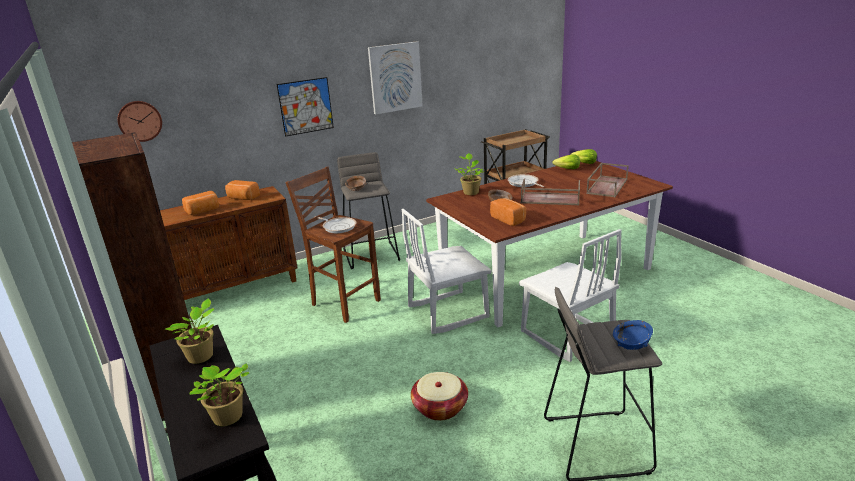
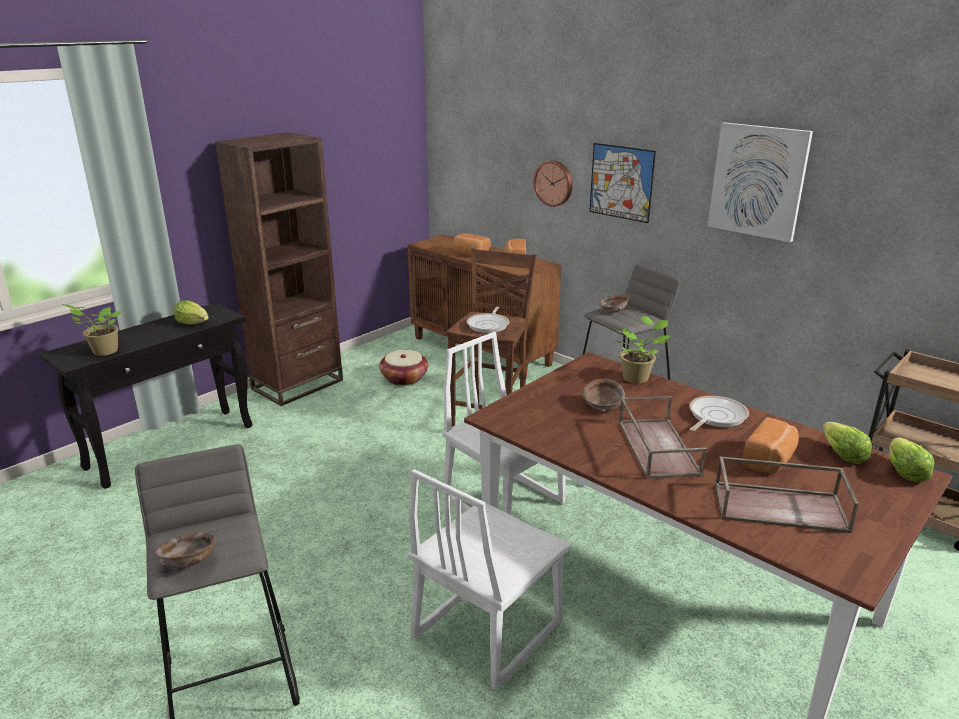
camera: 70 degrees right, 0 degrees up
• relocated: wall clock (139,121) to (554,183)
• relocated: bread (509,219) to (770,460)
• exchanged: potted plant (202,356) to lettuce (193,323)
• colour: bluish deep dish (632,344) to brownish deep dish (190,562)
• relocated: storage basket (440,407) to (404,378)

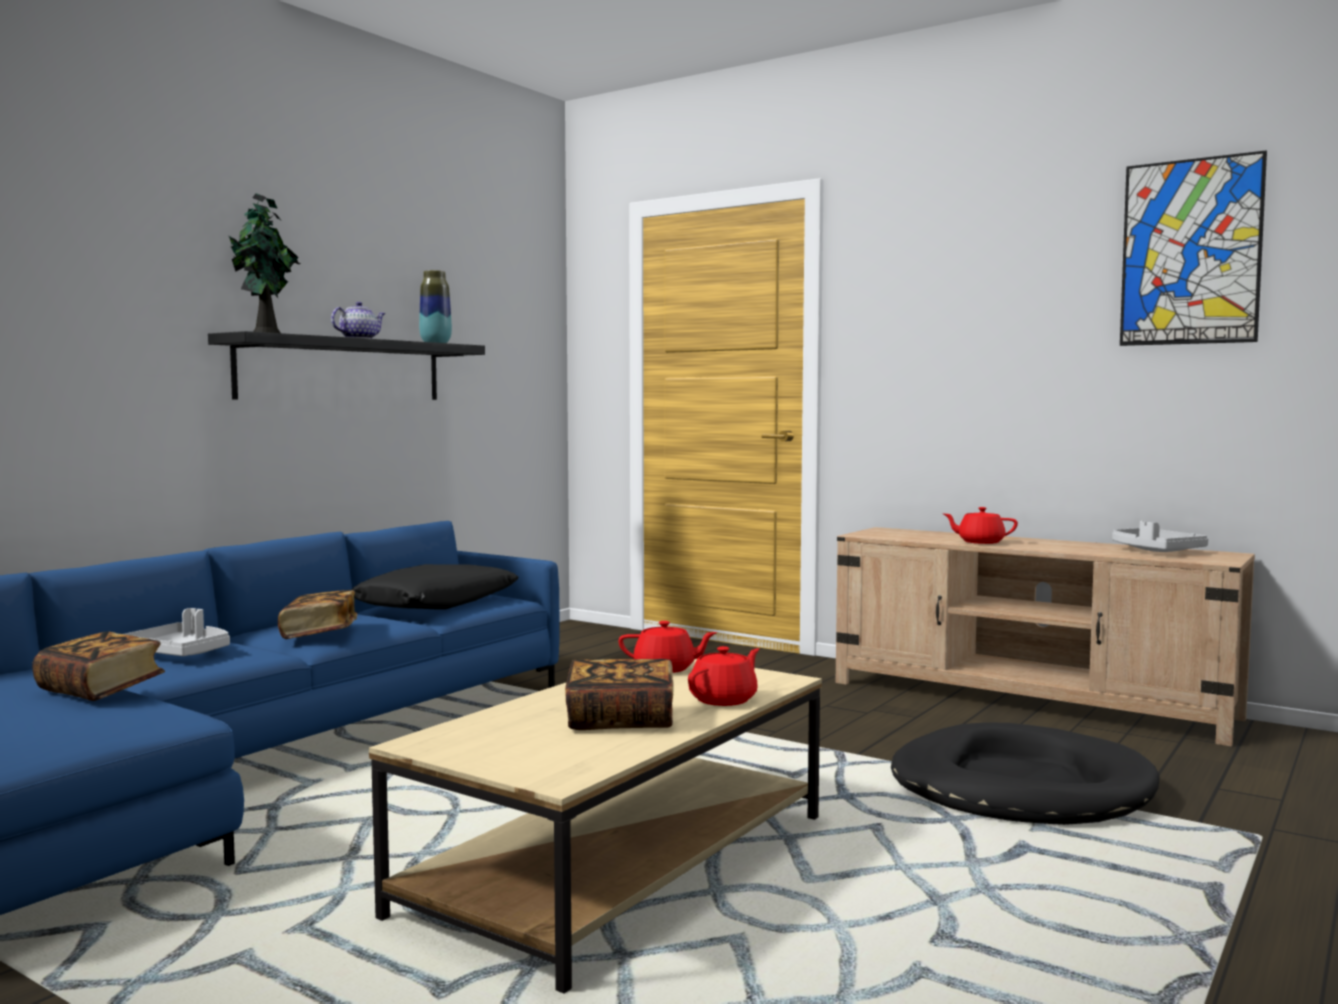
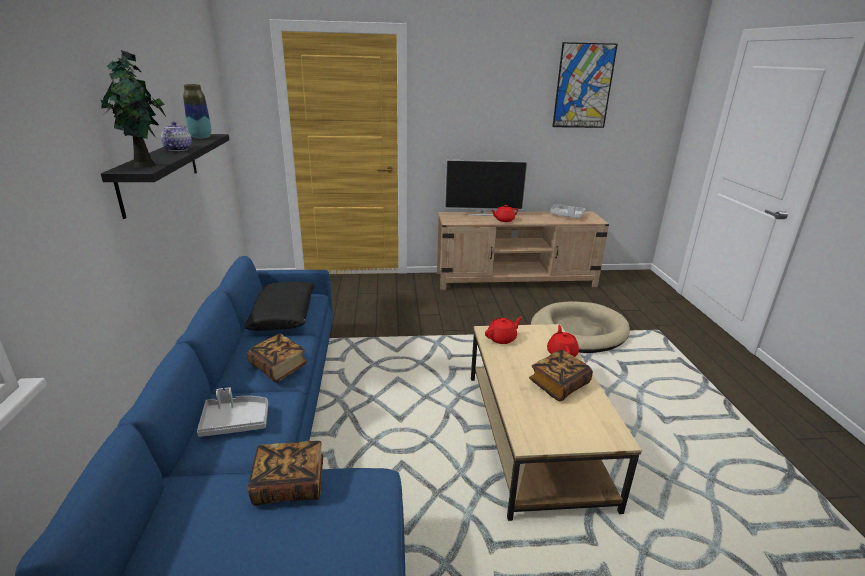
camera: 40 degrees left, 20 degrees up
• colour: blackish dog bed (1020,787) to beige-coloured dog bed (578,331)
• appeared: TV (482,214)

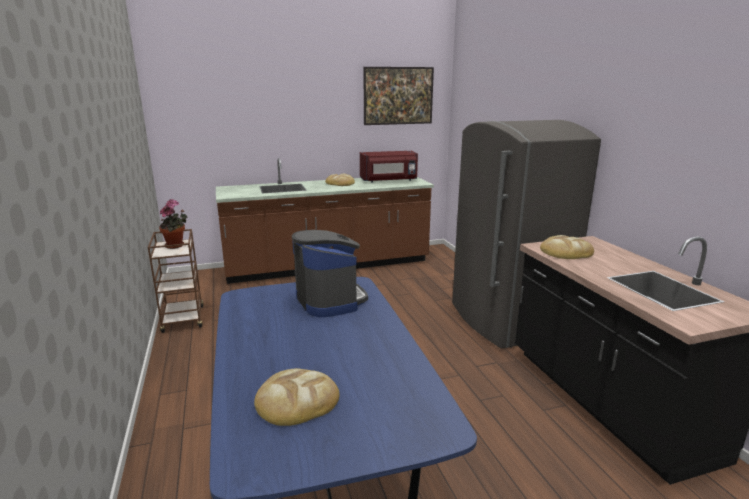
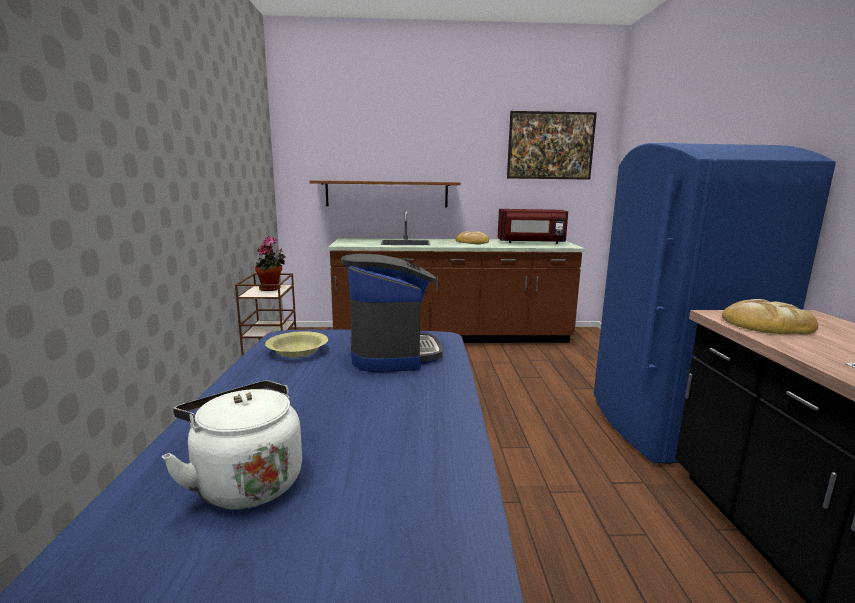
camera: 15 degrees right, 5 degrees down
• colour: grey kitchen fridge (505,321) to bluish kitchen fridge (667,427)
• exchanged: bread (296,401) to whitish tea kettle (246,481)
• appeared: brownish shelf (387,194)
• appeared: yellowish deep dish (297,352)

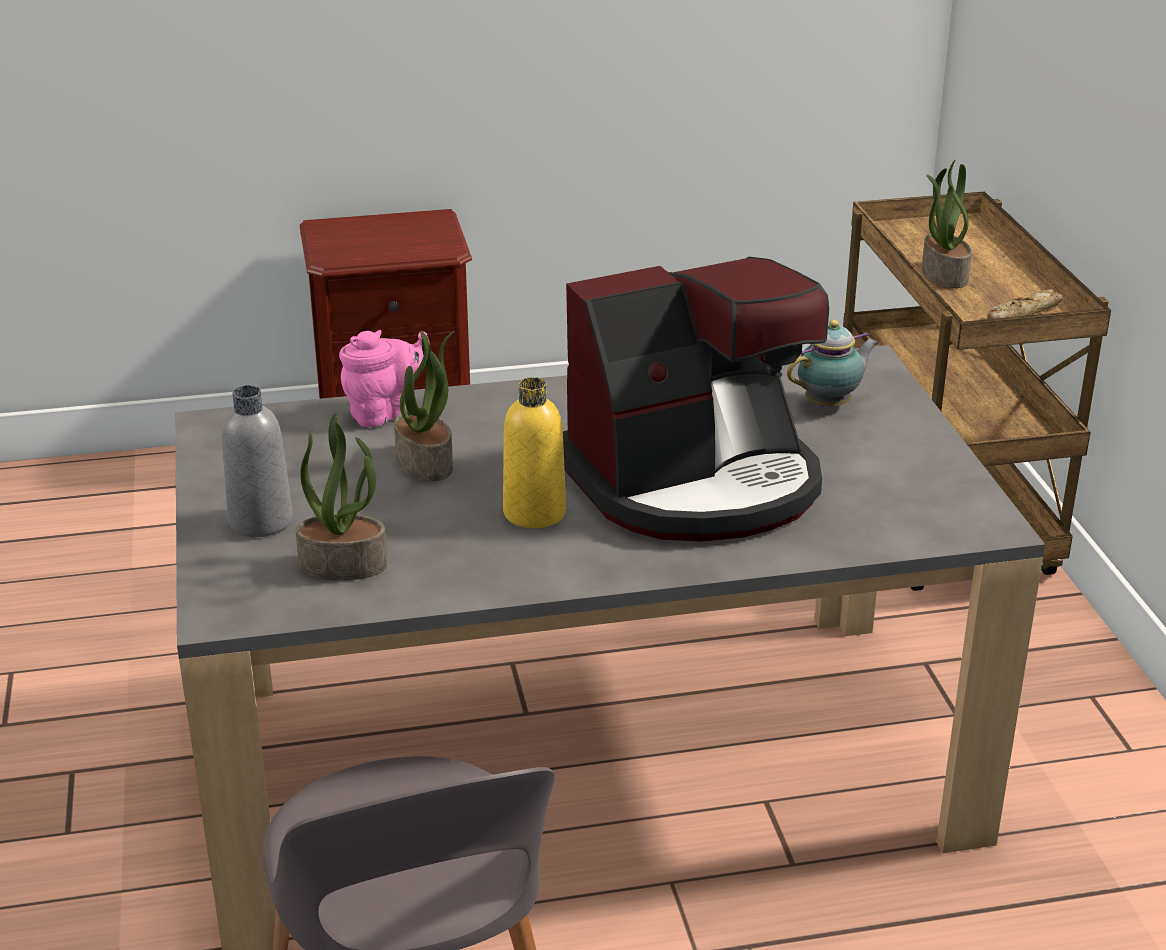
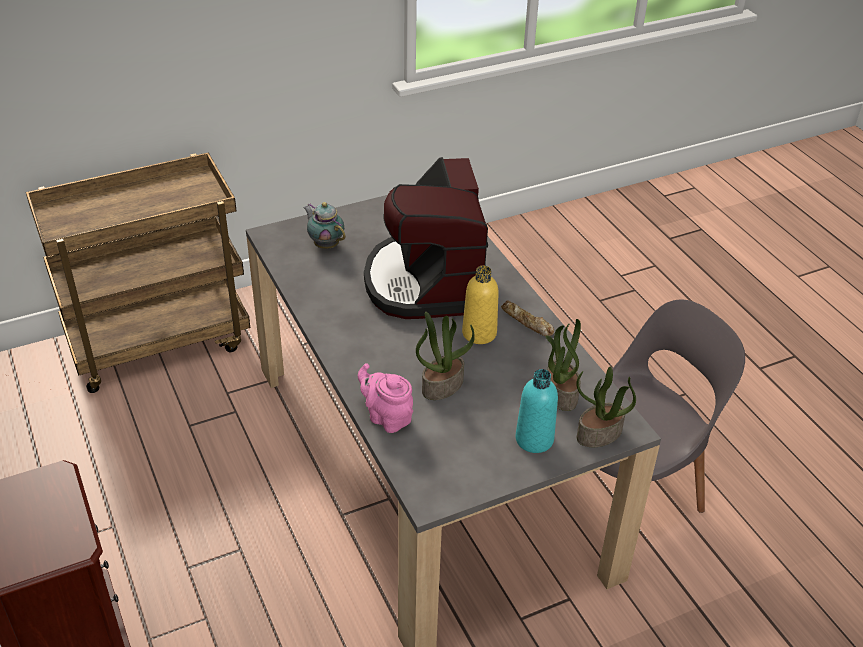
camera: 105 degrees left, 10 degrees up
• relocated: potted plant (943,274) to (599,434)
• spun: coffee maker (695,482) = (426,282) 150 degrees counterclockwise
• relocated: bread (1022,313) to (527,322)
• colour: grey drink bottle (261,521) to blue-green drink bottle (534,439)

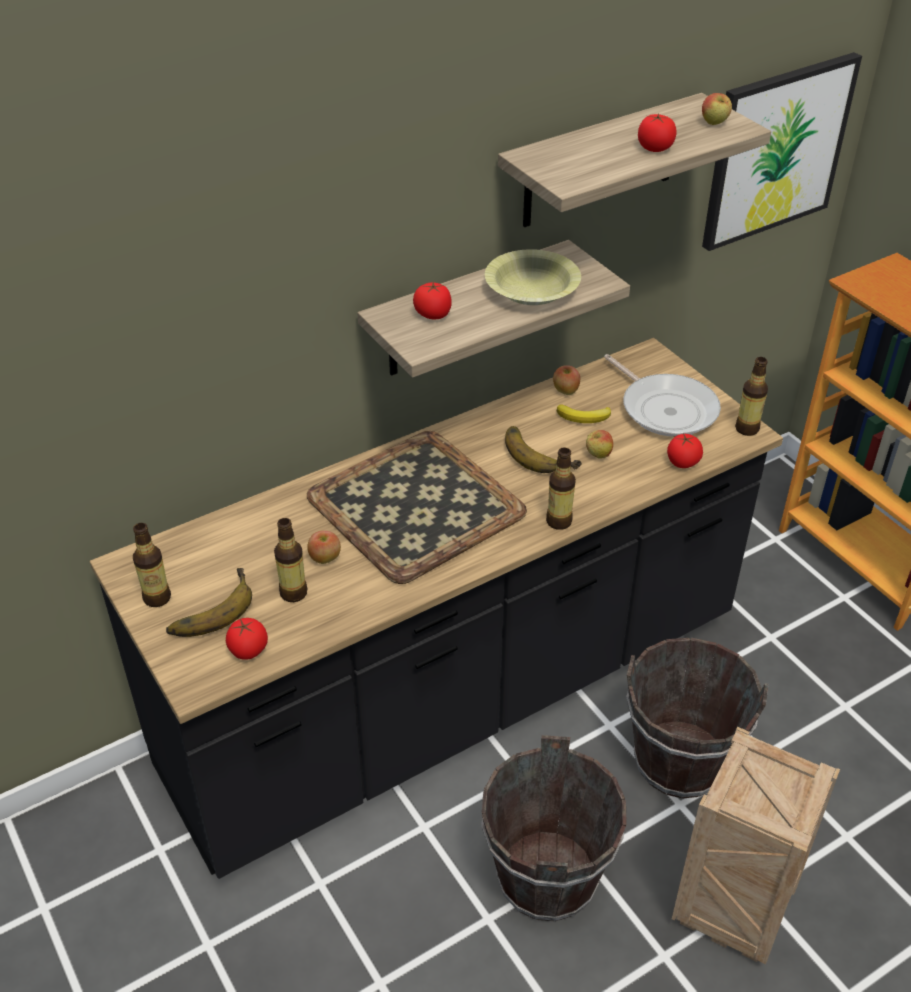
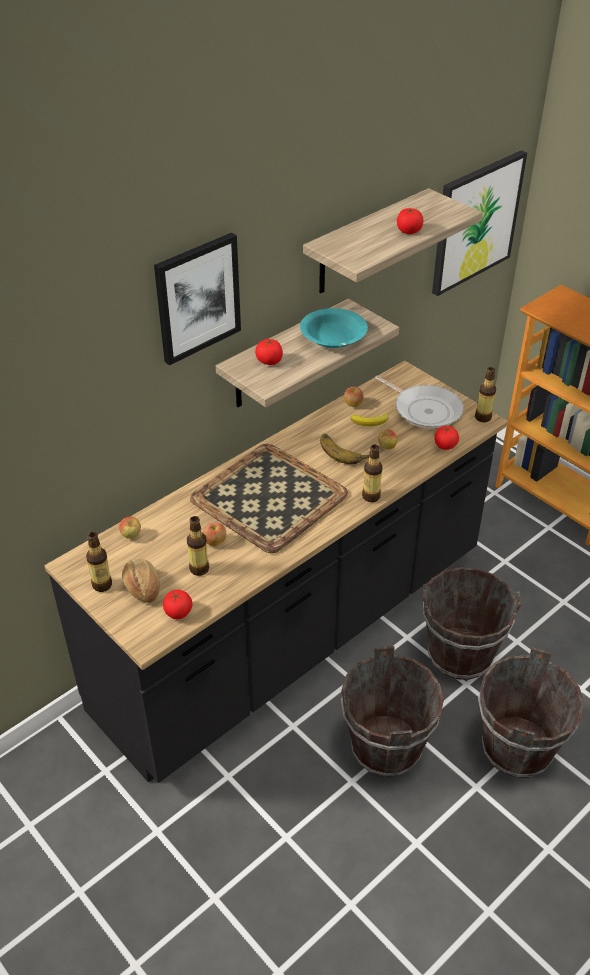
camera: 10 degrees left, 0 degrees up
• relocated: apple fruit (714,124) to (131,536)
• colour: yellowish deep dish (531,290) to blue-green deep dish (333,337)
• exchanged: banana (209,608) to bread (142,587)
• exchanged: shipping crate (735,909) to brownish water bucket (517,748)
• appeared: wall picture (197,298)

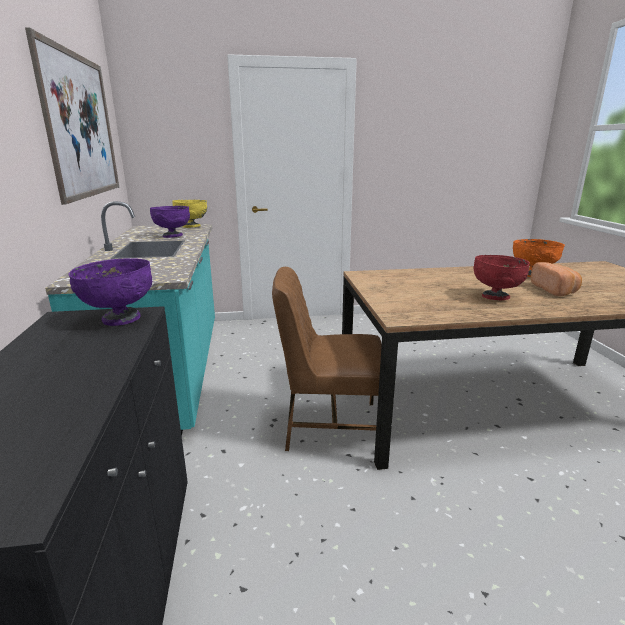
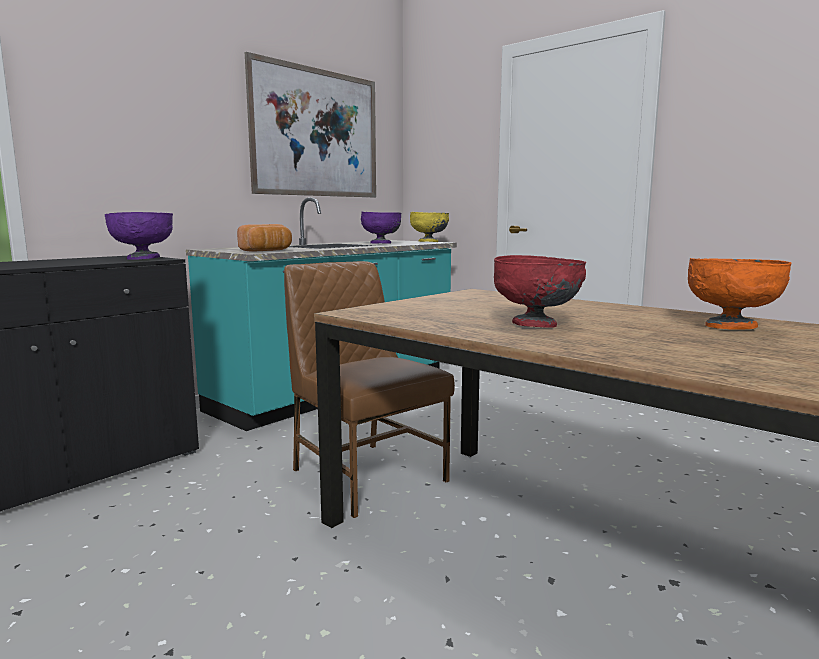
camera: 50 degrees right, 10 degrees down
• relocated: bread (555,290) to (268,251)

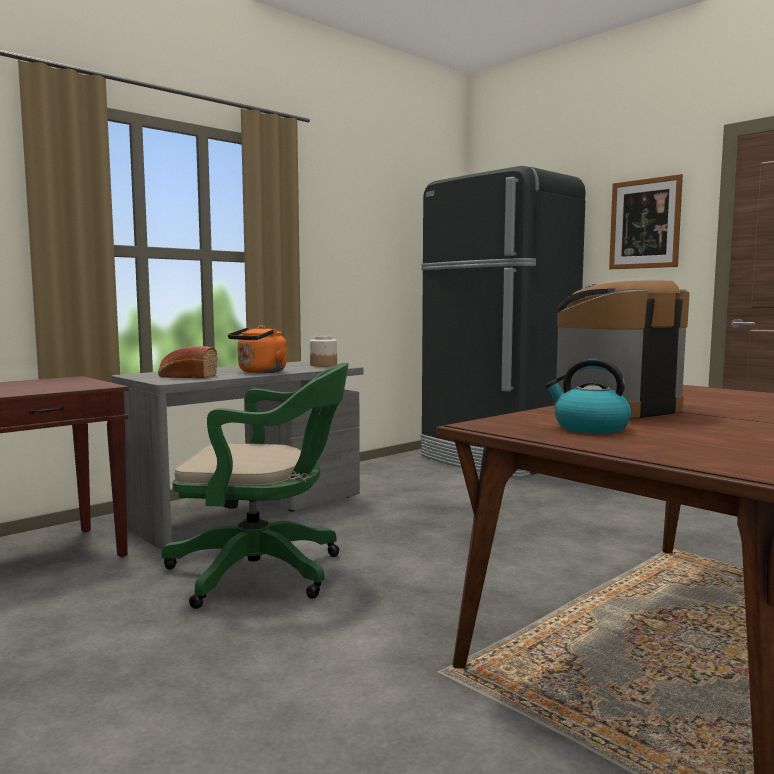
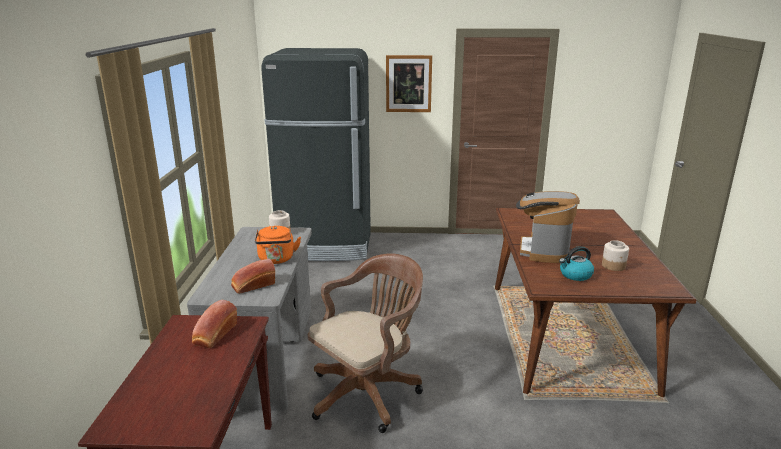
camera: 45 degrees left, 15 degrees up
• colour: greenish office chair (264,572) to brownish office chair (368,392)
• appeared: jar (614,266)
• appeared: bread (214,335)

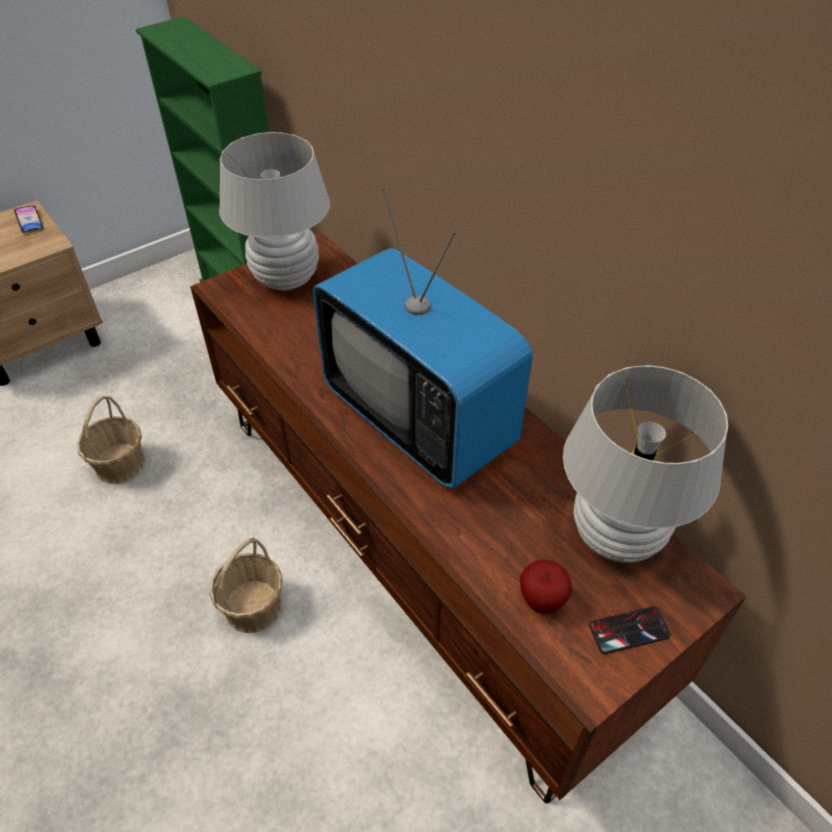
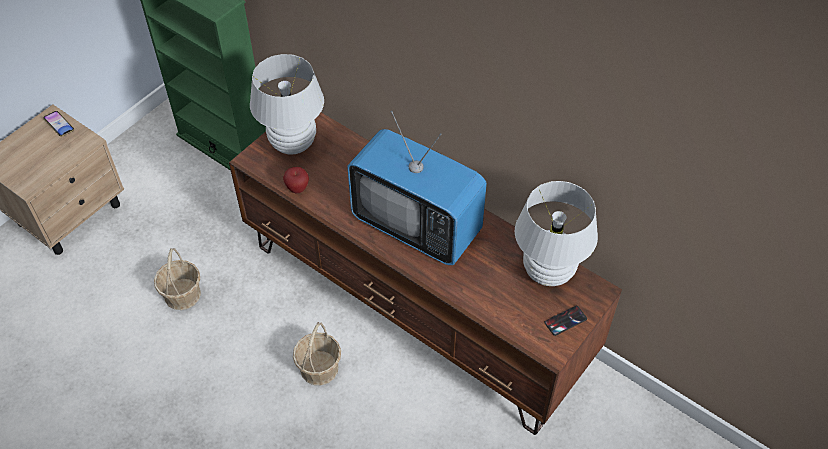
camera: 15 degrees left, 5 degrees up
• relocated: apple fruit (541,601) to (297,188)

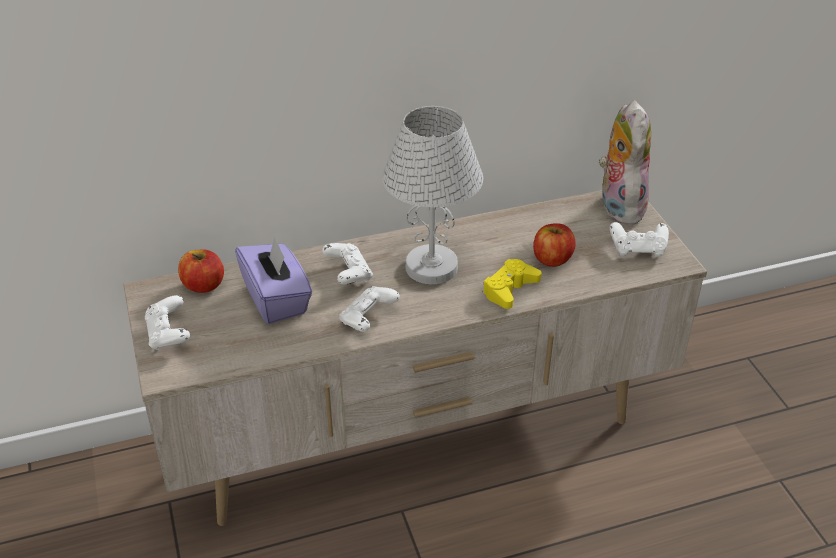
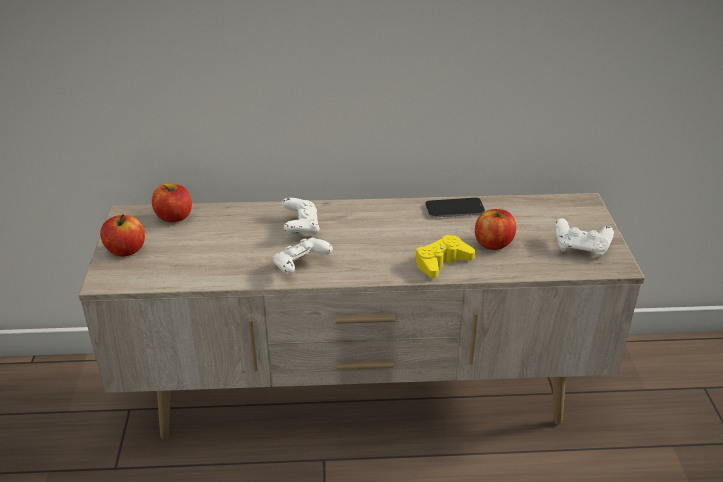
camera: 15 degrees right, 5 degrees down
• missing: cuddly toy (618,206)
• missing: whitish table lamp (430,267)
• missing: purple-coloured tissue box (277,299)
• exchanged: whitish gamepad (169,334) to apple fruit (126,250)
• appeared: phone (454,209)

